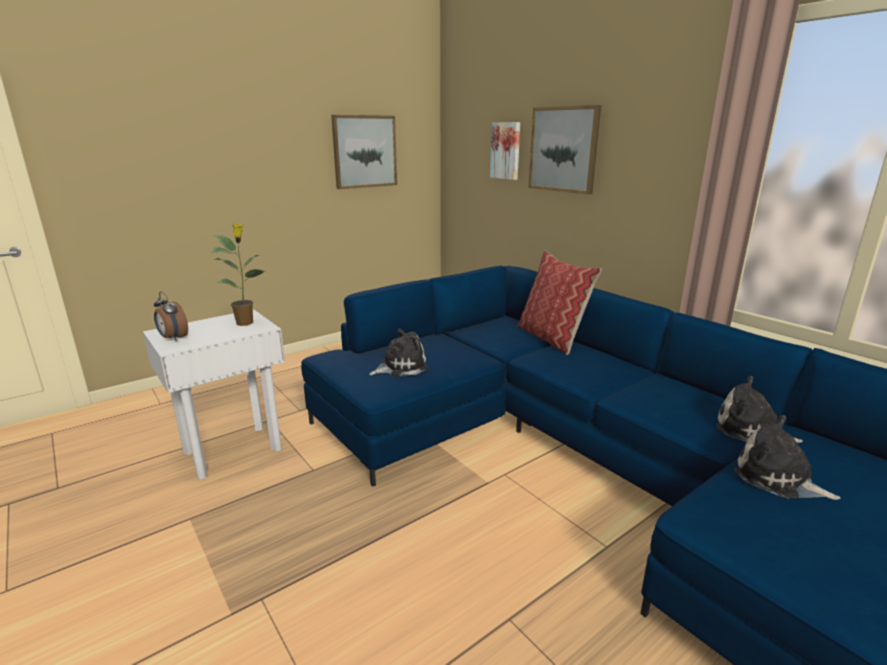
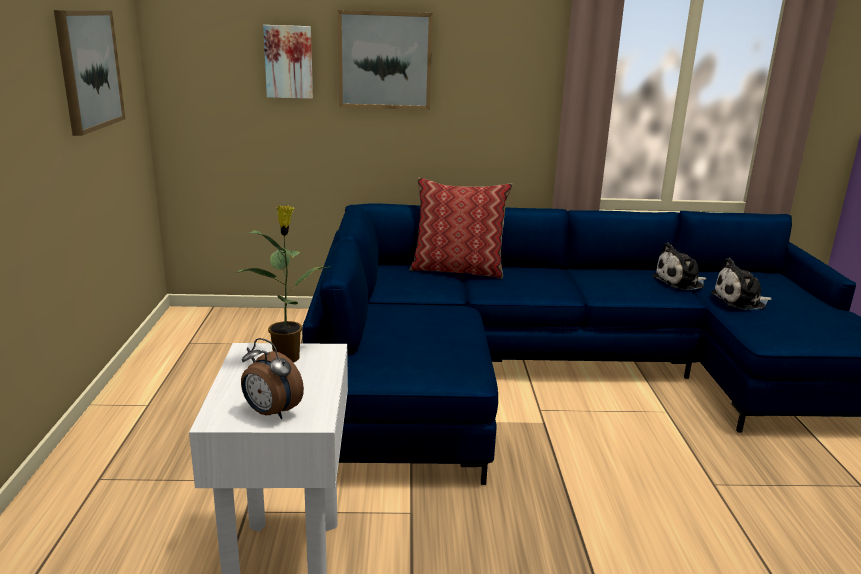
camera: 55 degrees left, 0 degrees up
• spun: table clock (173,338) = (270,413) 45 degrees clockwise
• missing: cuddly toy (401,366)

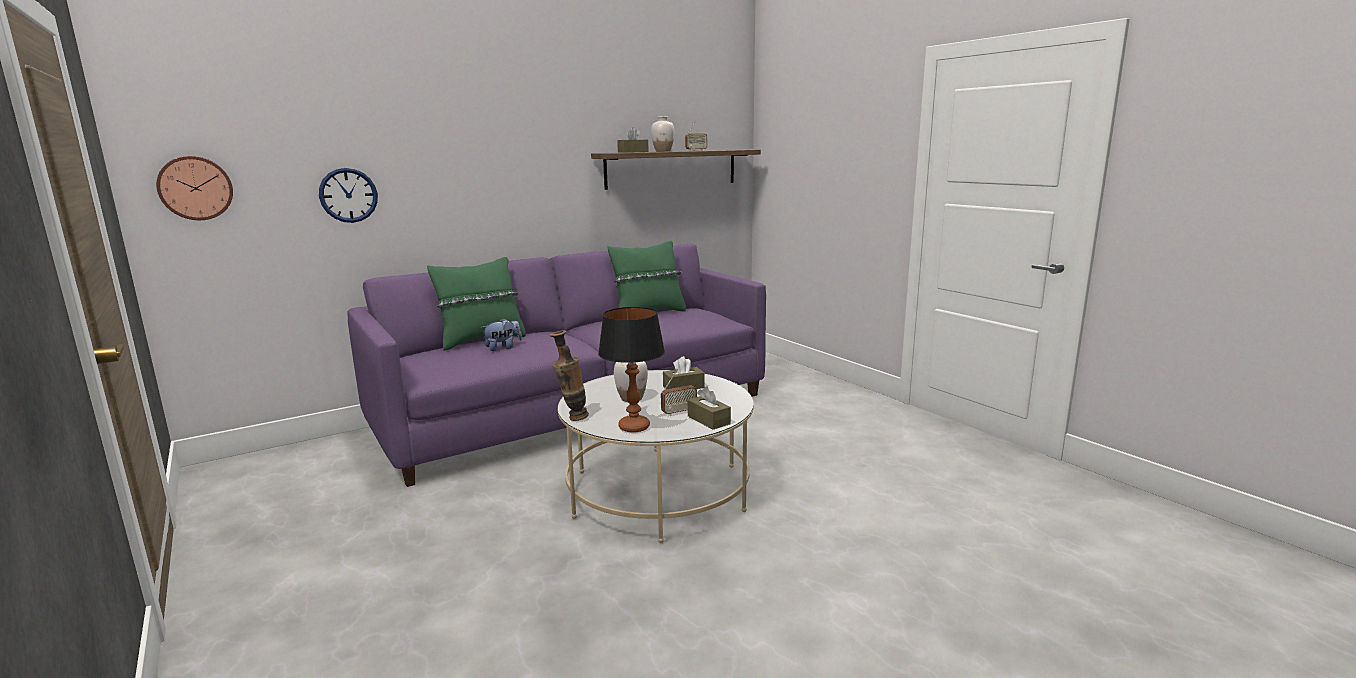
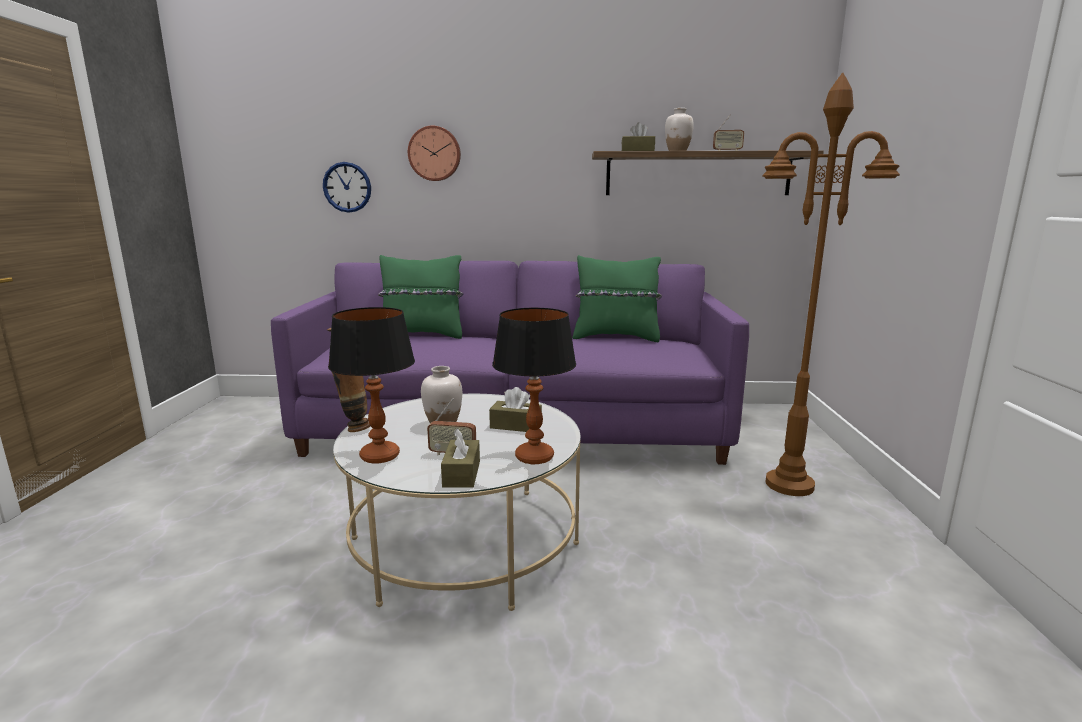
camera: 35 degrees right, 0 degrees up
• relocated: wall clock (195,188) to (434,153)
• missing: cuddly toy (503,348)
• appeared: brownish standard lamp (788,485)
• appeared: table lamp (534,457)

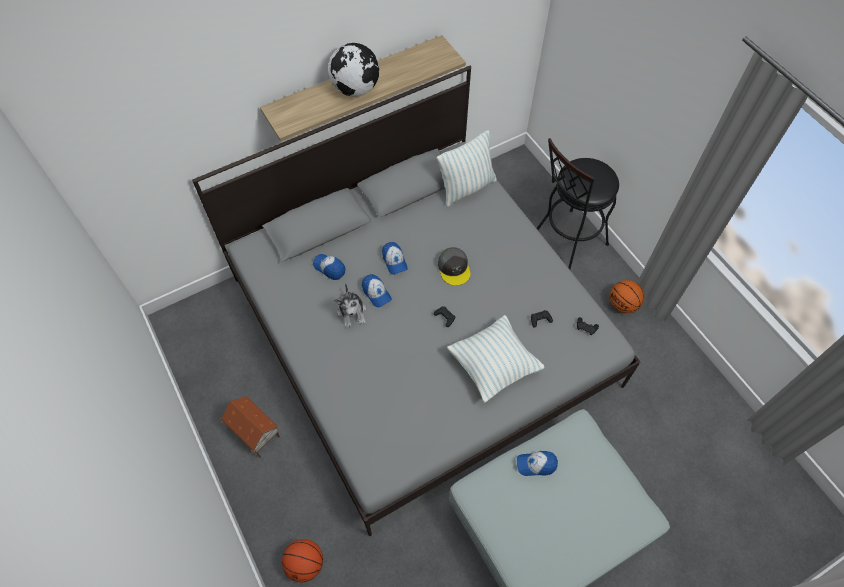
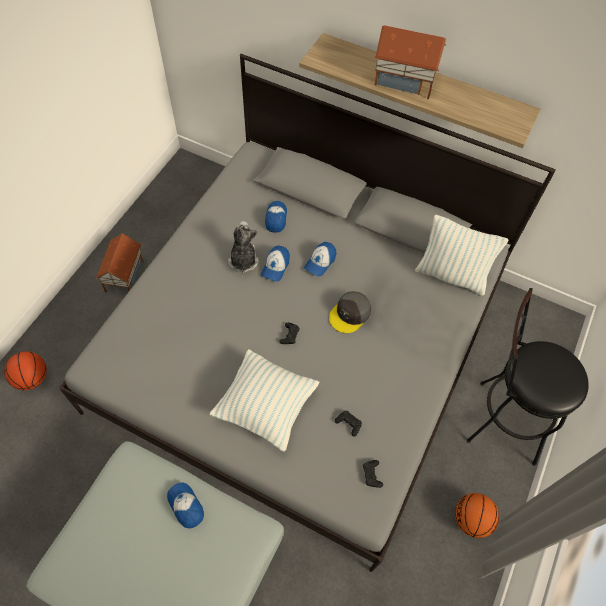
camera: 55 degrees right, 0 degrees up
• exchanged: globe (356,89) to miniature house (404,82)
• spun: cuddly toy (352,312) = (243,260) 135 degrees clockwise

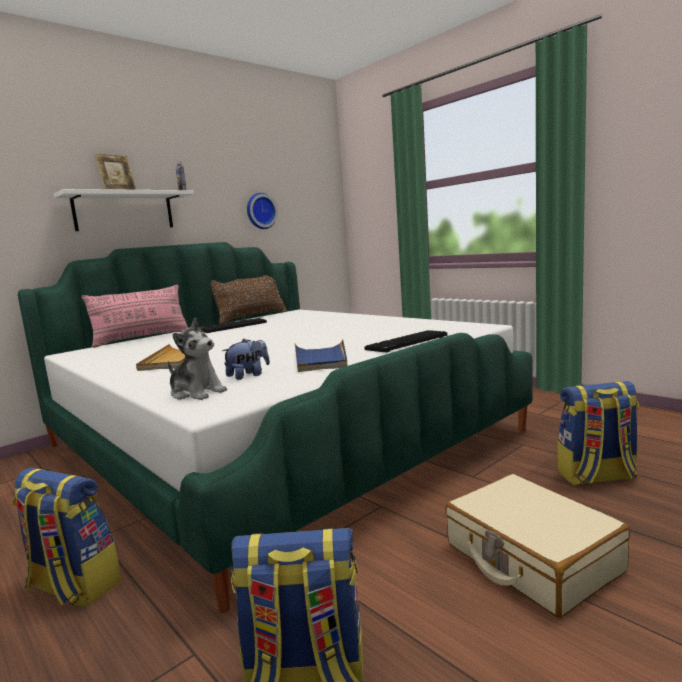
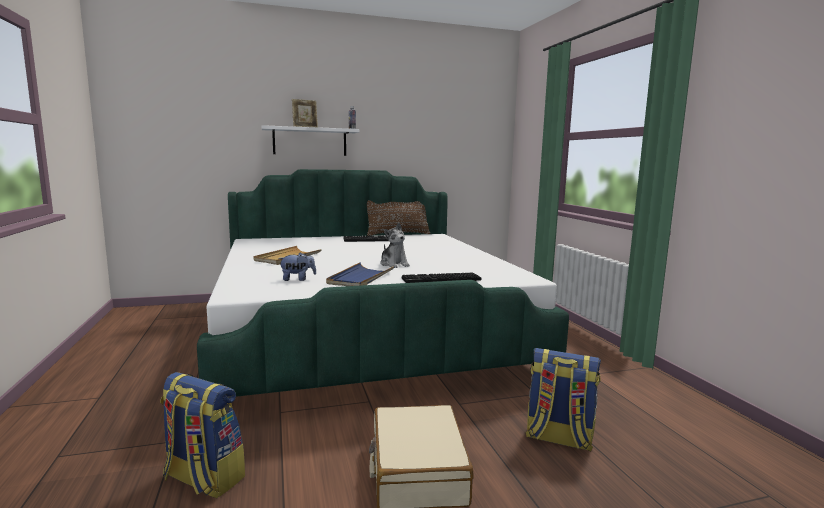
camera: 25 degrees right, 0 degrees up
• missing: wall clock (260,211)
• missing: pink cushion (142,338)
• relocated: cuddly toy (197,393) to (394,264)
• missing: backpack (73,587)

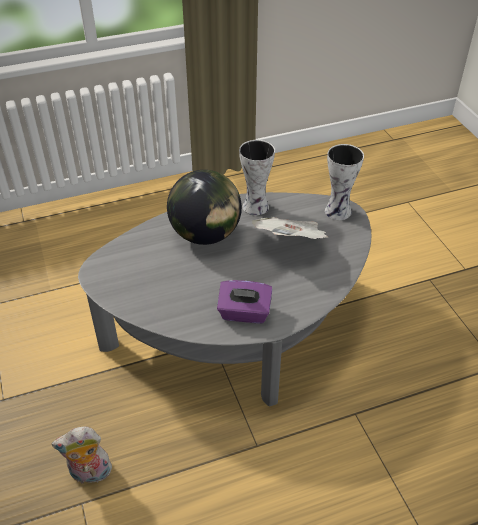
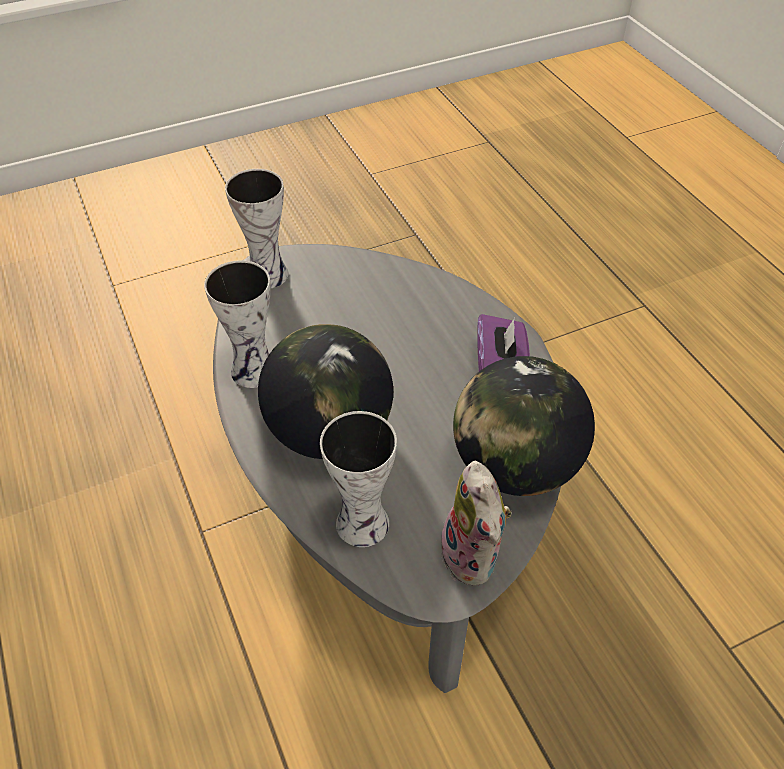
camera: 95 degrees left, 5 degrees up
• missing: printed paper (291,242)
• relocated: cuddly toy (89,474) to (474,556)
• appeared: globe (515,465)
• appeared: decorative vase (362,526)

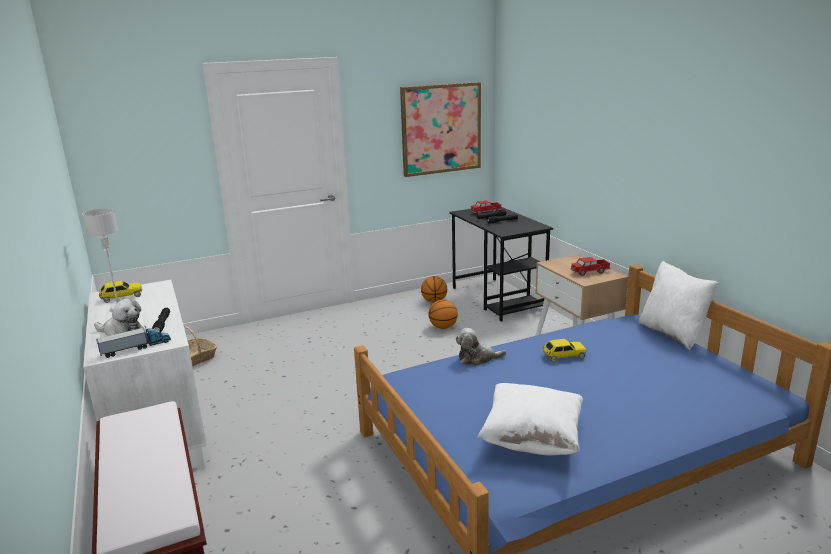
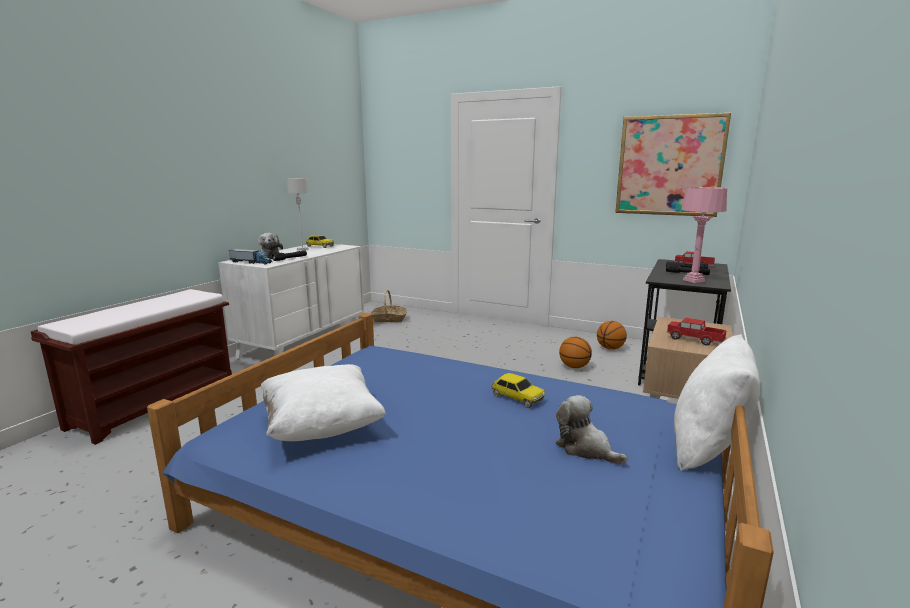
camera: 50 degrees right, 5 degrees down
• relocated: cuddly toy (477,358) to (585,448)
• appeared: pink table lamp (694,280)

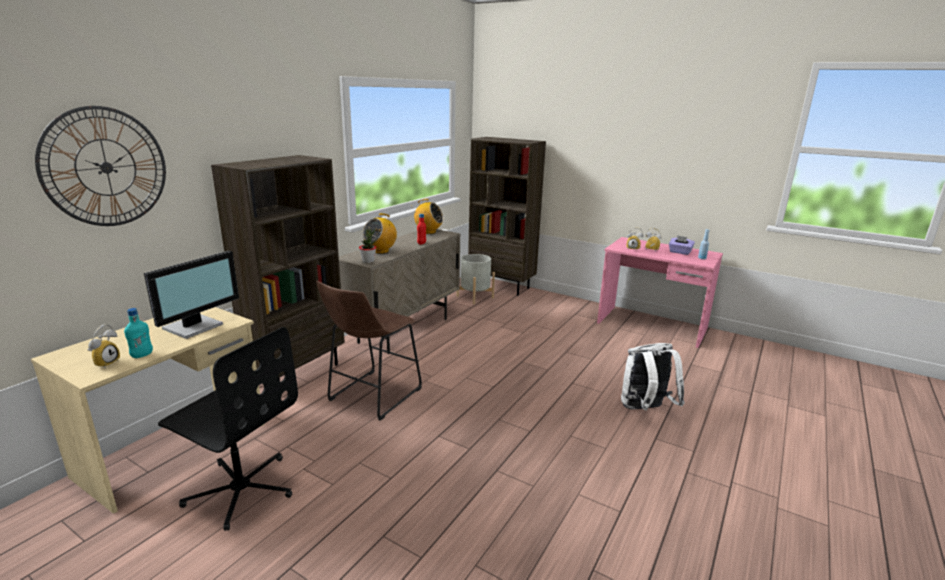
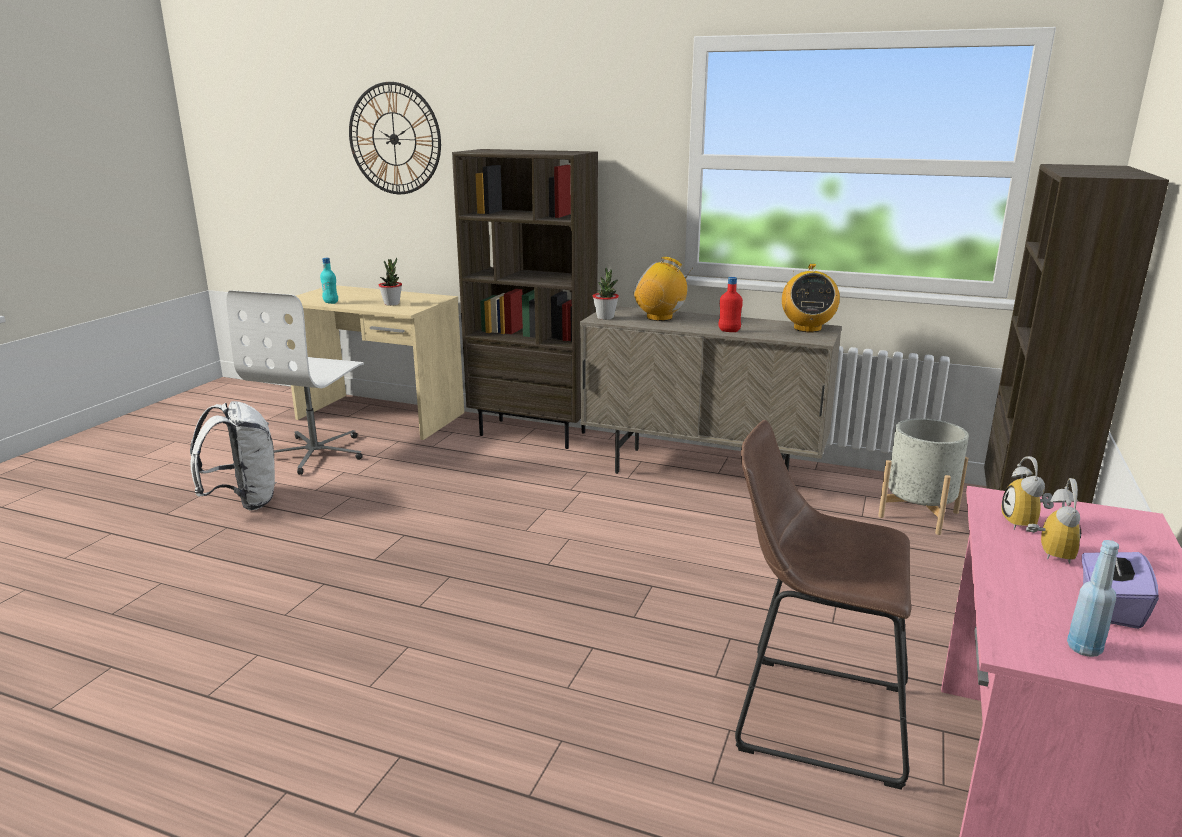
camera: 80 degrees right, 0 degrees up
• exchanged: computer screen (195,327) to potted plant (392,304)
• relocated: brownish stool seat (371,396) to (811,714)
• missing: table clock (105,363)
• colour: blackish office chair (241,489) to whitish office chair (316,453)
• relocated: whitish backpack (645,409) to (244,502)

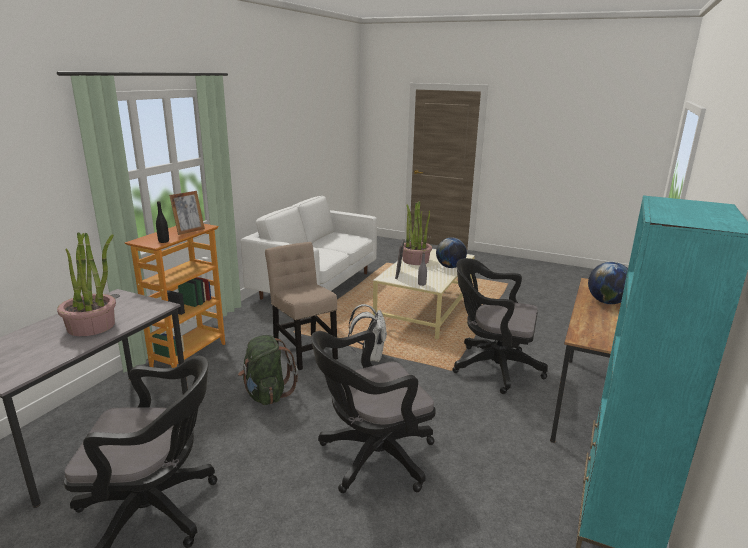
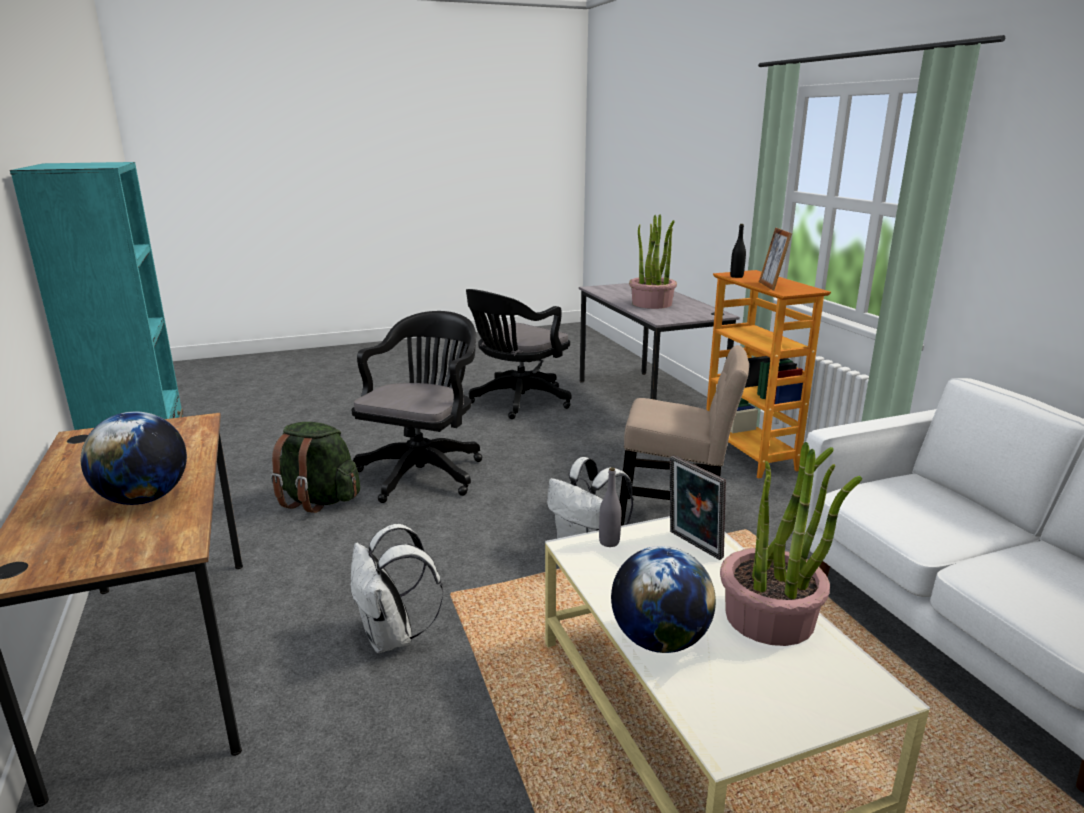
camera: 135 degrees right, 0 degrees up
• exchanged: blackish office chair (492,367) to whitish backpack (393,637)
• relocated: greenish backpack (266,394) to (318,500)

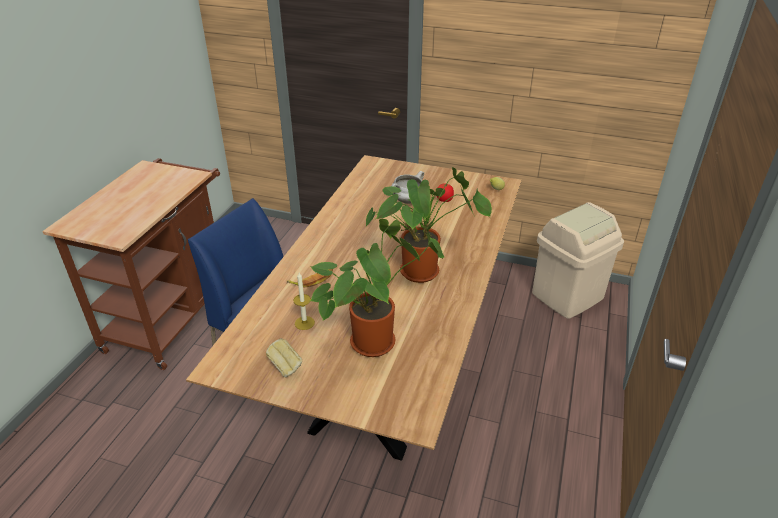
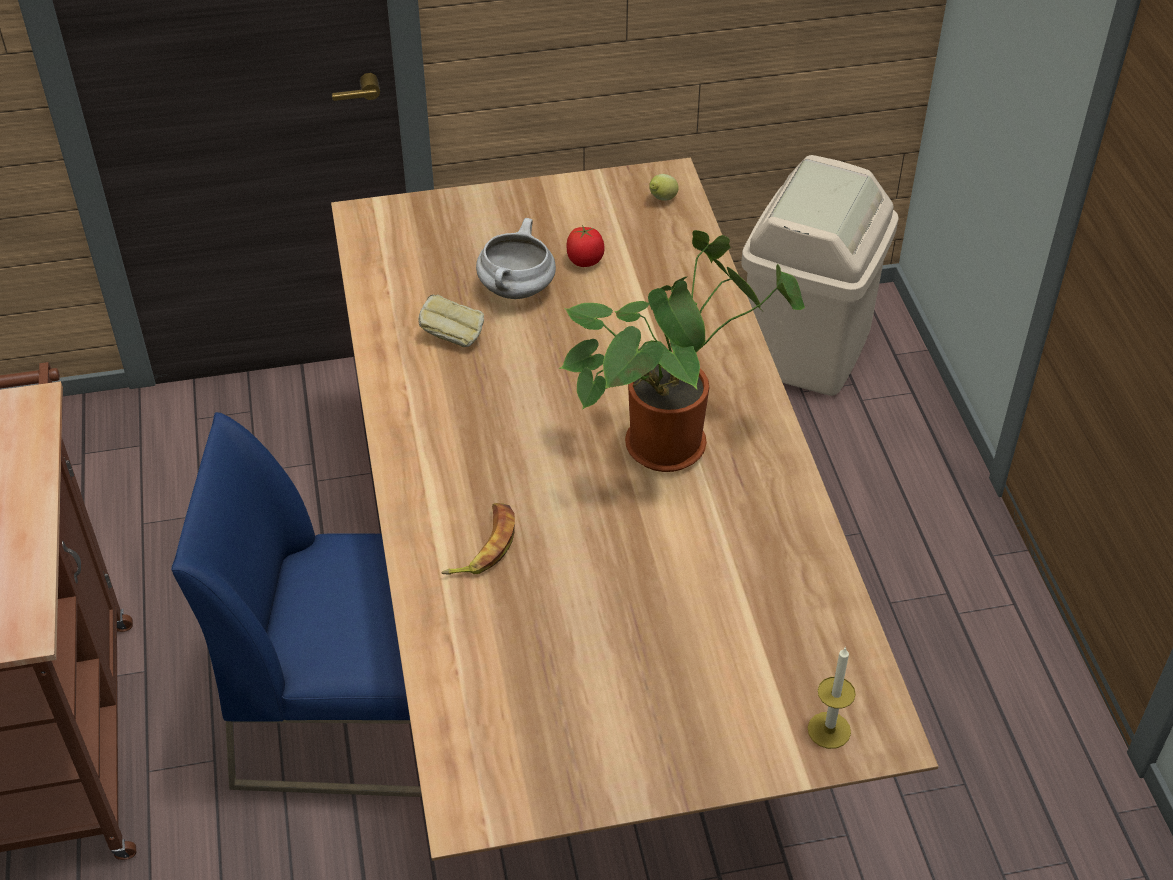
camera: 30 degrees left, 10 degrees up
• missing: potted plant (374,339)
• relocated: wax candle (304,323) to (829,730)
• relocated: bread (286,367) to (453,337)

